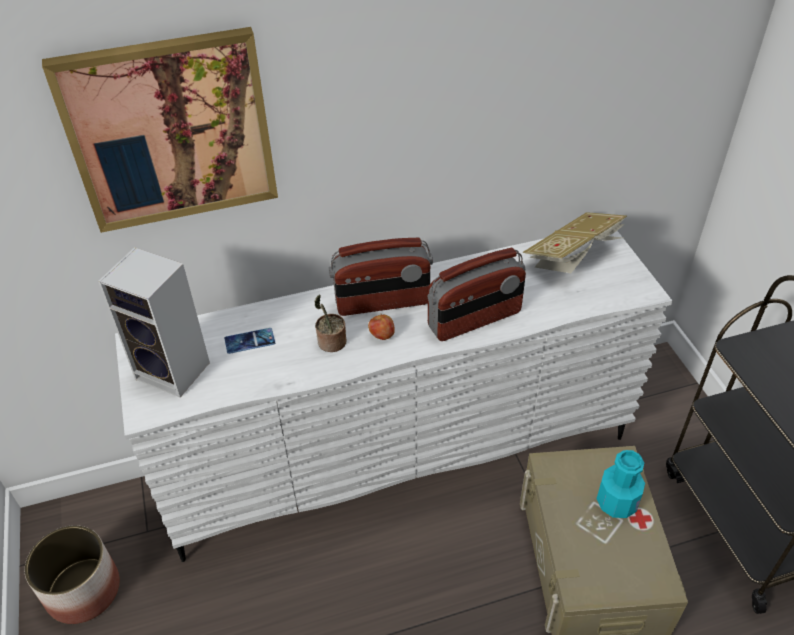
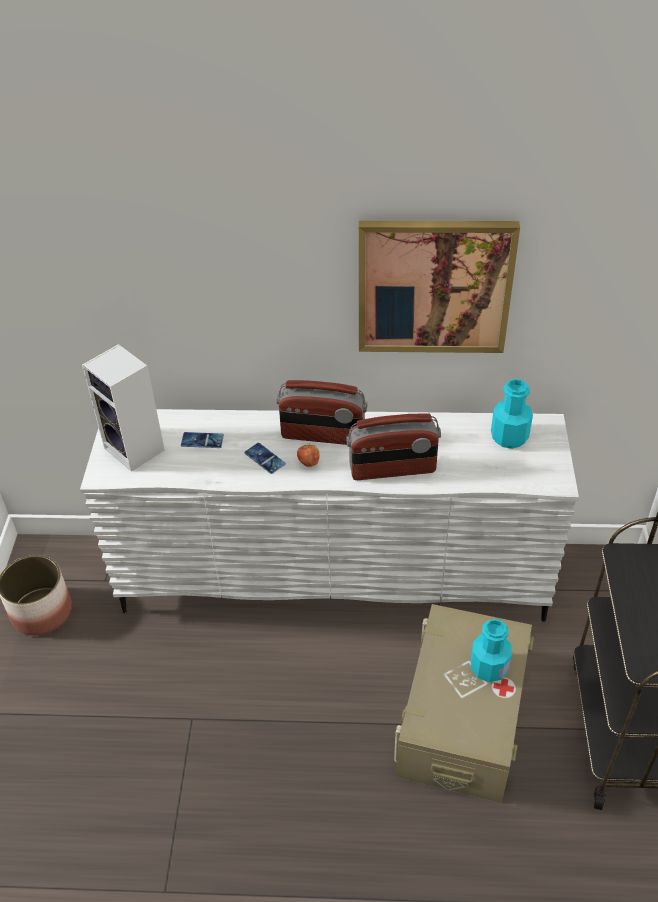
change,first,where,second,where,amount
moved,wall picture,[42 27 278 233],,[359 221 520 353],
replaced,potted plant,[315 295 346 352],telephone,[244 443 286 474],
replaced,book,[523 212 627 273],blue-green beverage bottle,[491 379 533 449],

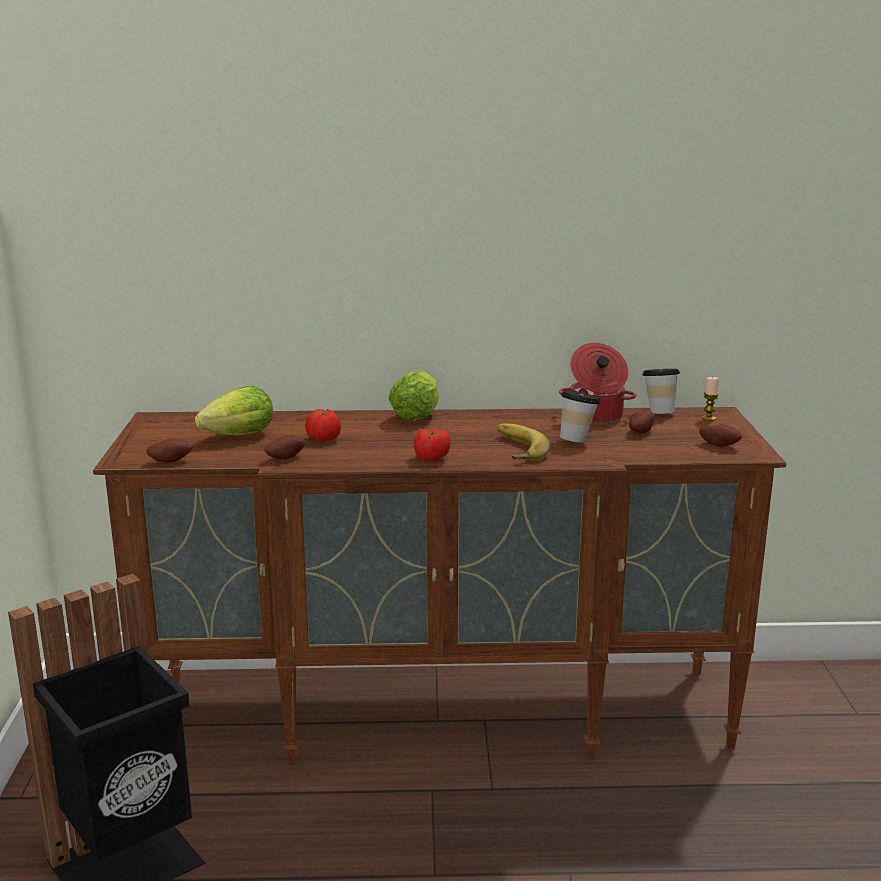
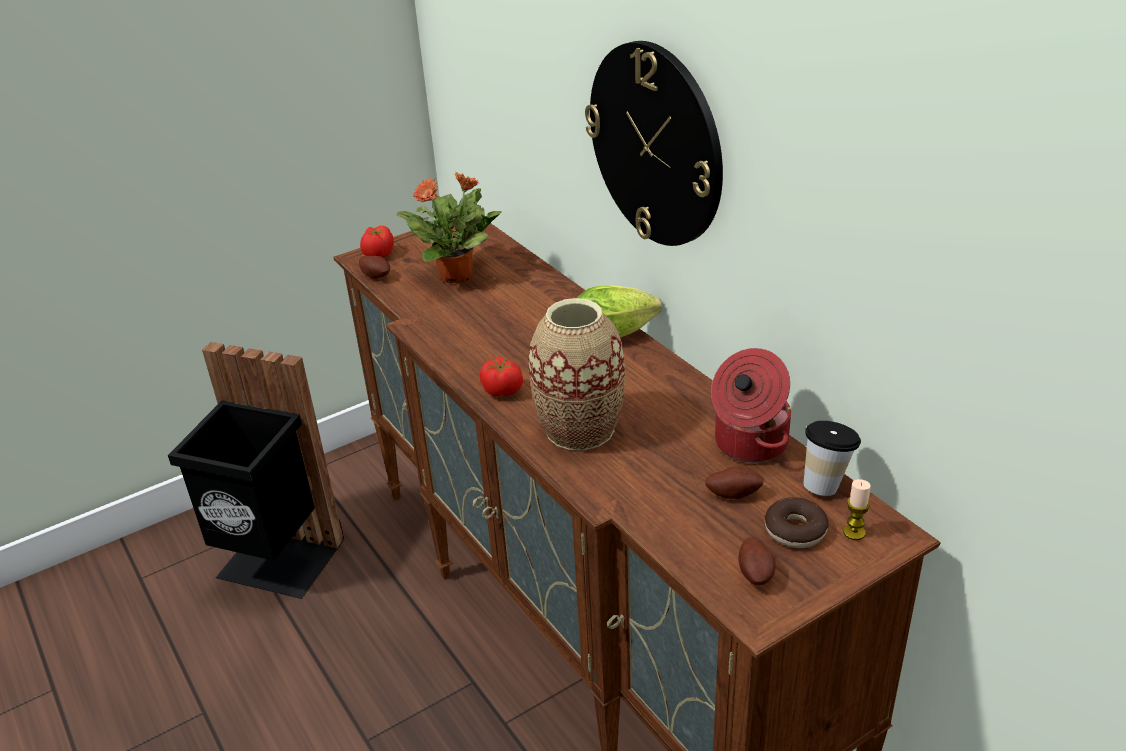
change,first,where,second,where,amount
replaced,lettuce,[195 386 273 435],potted plant,[396 172 501 284],
removed,whole potato,[264 435 305 459],,,
moved,tomato,[305 409 341 442],,[360 226 394 258],
replaced,banana fruit,[497 424 550 461],vase,[528 298 625 450],
removed,small cup,[560 391 601 443],,,
added,,,wall clock,[585 41 723 246],
added,,,doughnut,[765 497 829 548],

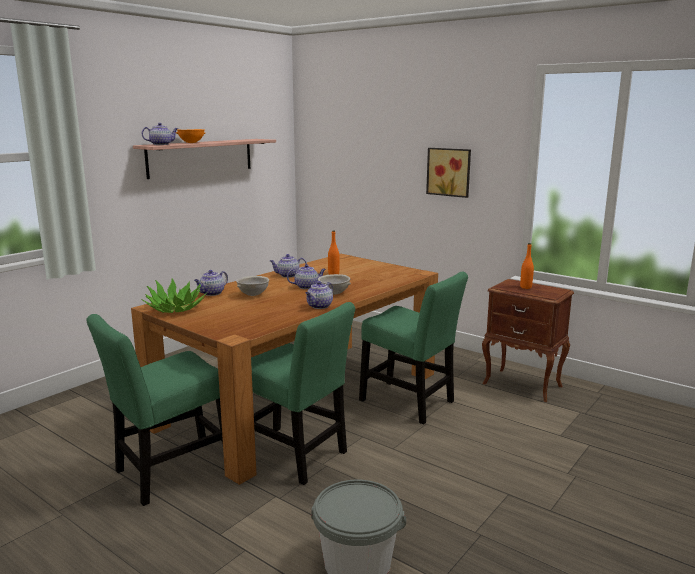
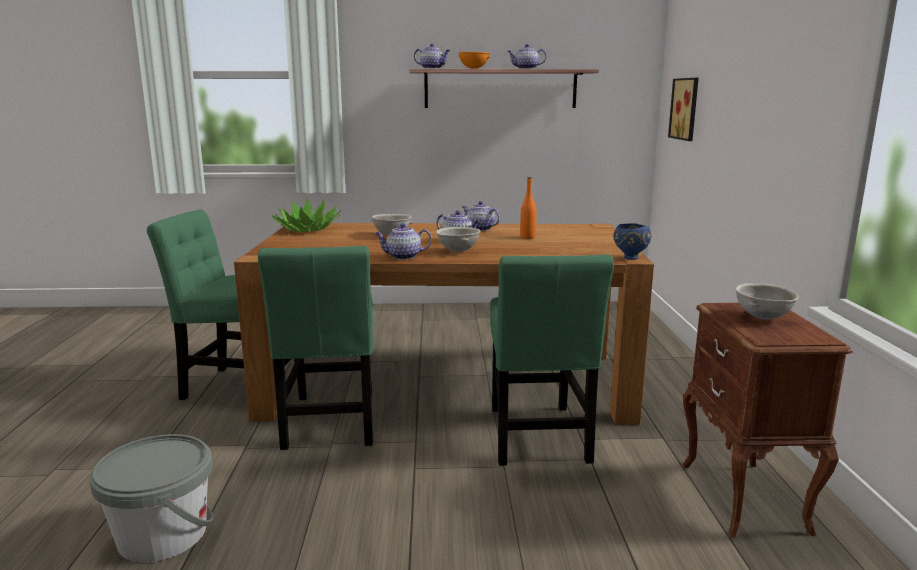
change,first,where,second,where,amount
moved,pot for tea,[194 270 228 296],,[508 44 547 69],
moved,wall picture,[426 148 471 198],,[668 78 699 141],
replaced,orangey beverage bottle,[520 243 534 289],grey serving bowl,[735 283 799 320],
added,,,bluish serving bowl,[613 223 652 260],

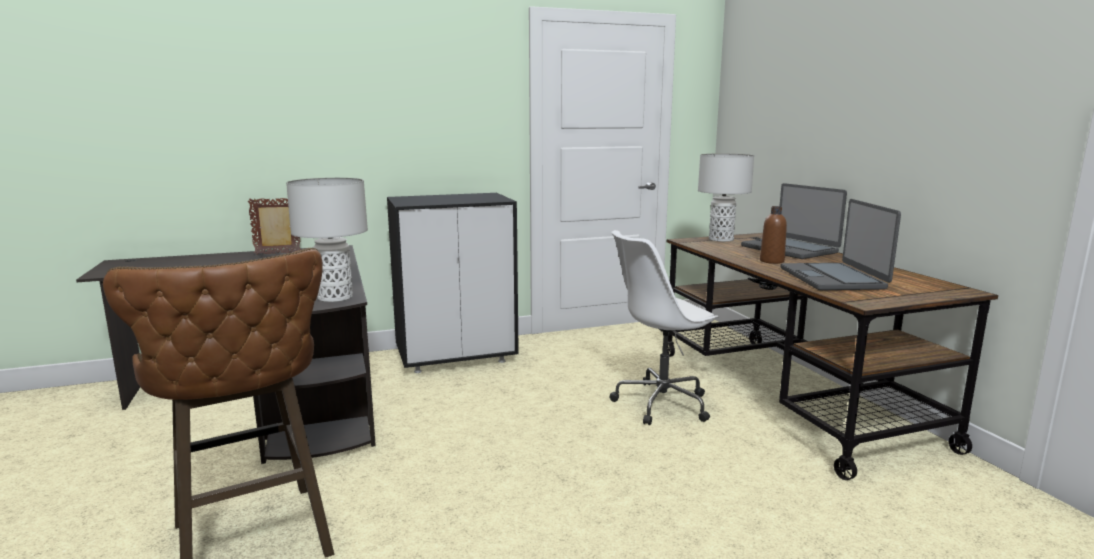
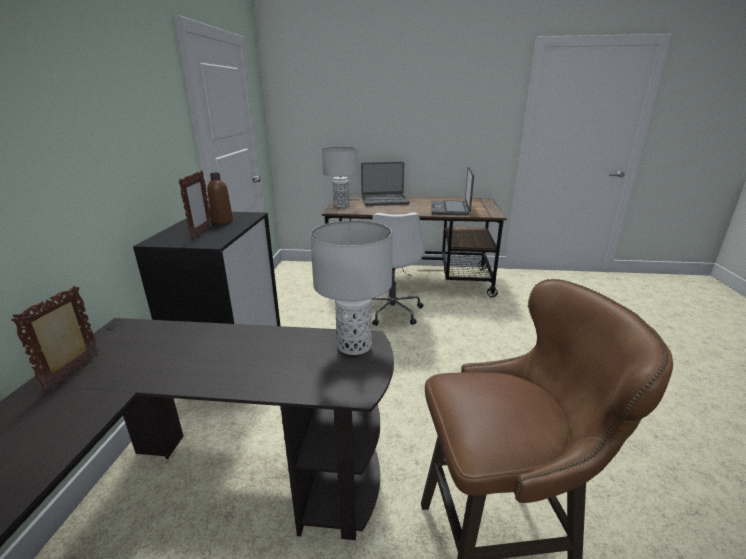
change,first,where,second,where,amount
moved,brownish beverage bottle,[760 206 787 264],,[207 173 233 224],
turned,laptop,[780 199 901 290],,[431 167 474 215],75 degrees clockwise
added,,,standing frame,[178 170 212 240],

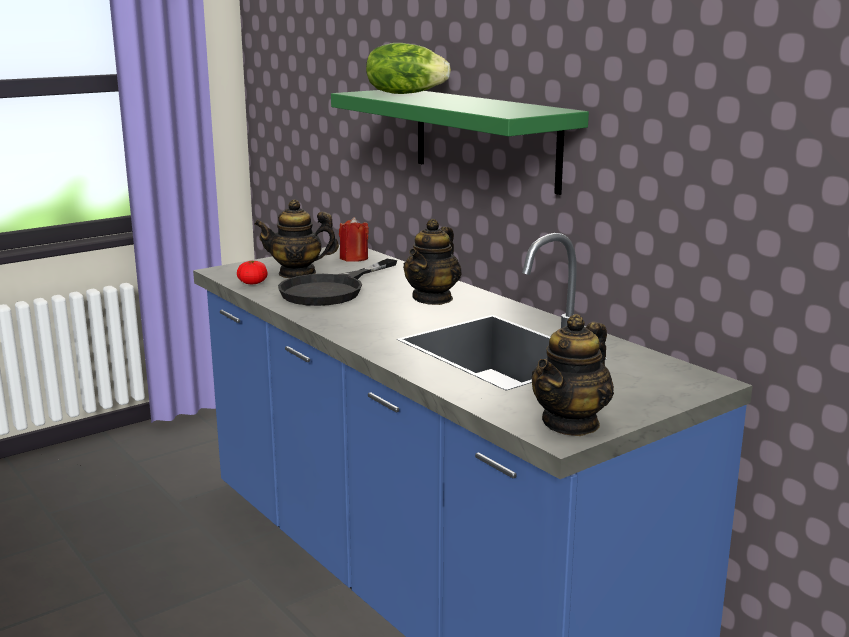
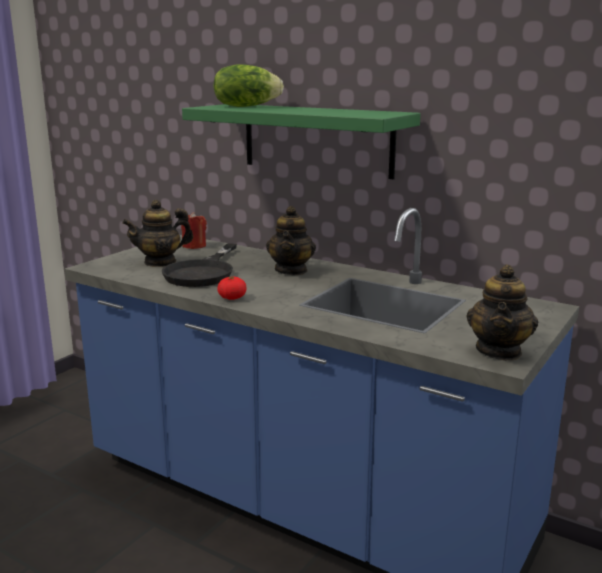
change,first,where,second,where,amount
moved,tomato,[237 260 267 284],,[217 277 247 300],

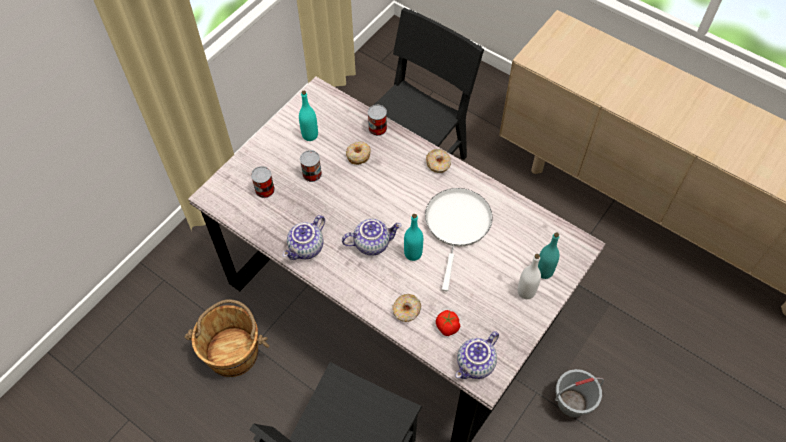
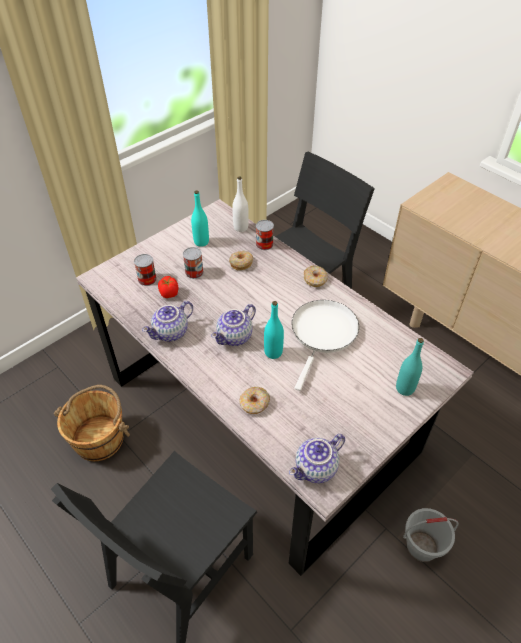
change,first,where,second,where,amount
turned,pot for tea,[342 219 402 256],,[211 304 256 346],135 degrees clockwise
moved,tomato,[436 310 460 336],,[158 276 179 298],
moved,white-coloured beverage bottle,[518 254 541 299],,[232 176 249 232],

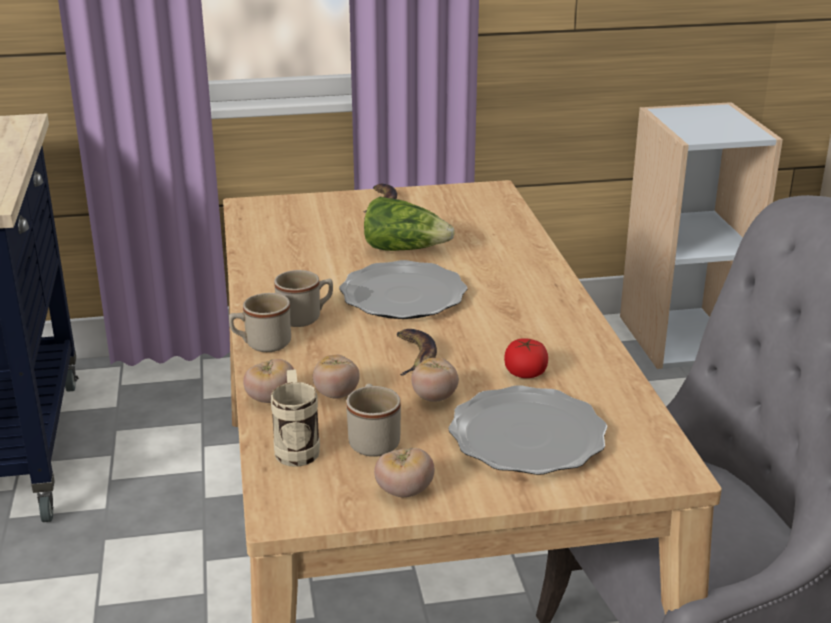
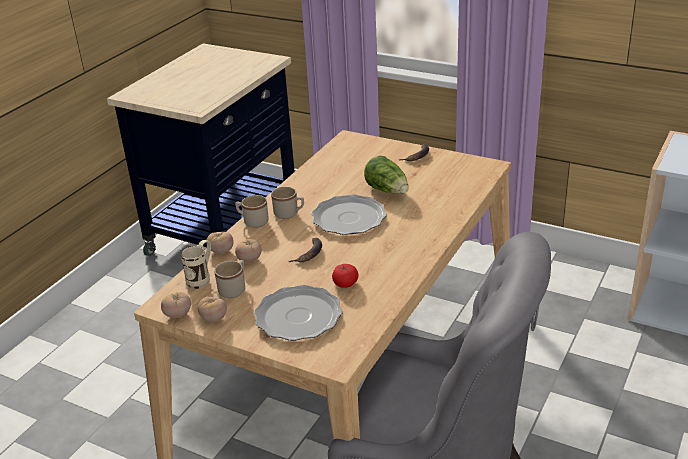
change,first,where,second,where,amount
moved,tomato,[411 358 459 402],,[161 292 191 318],

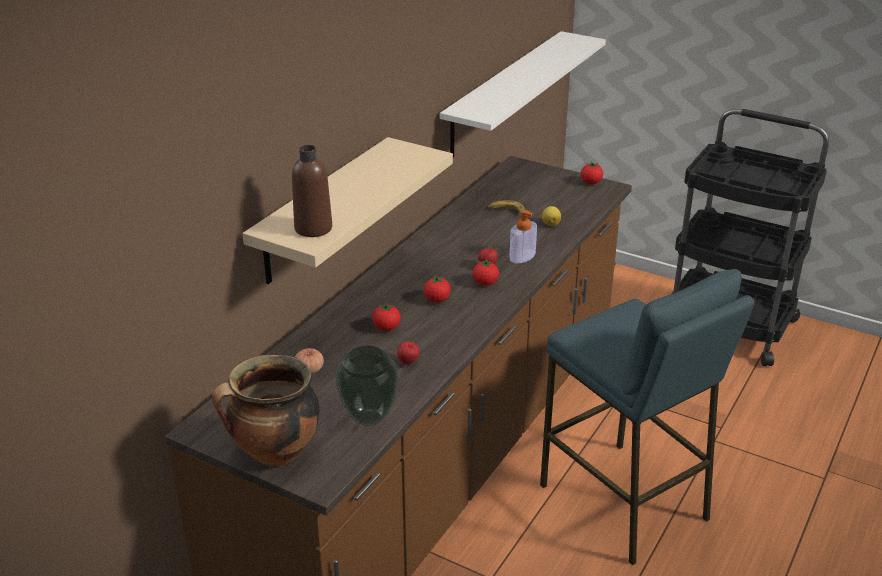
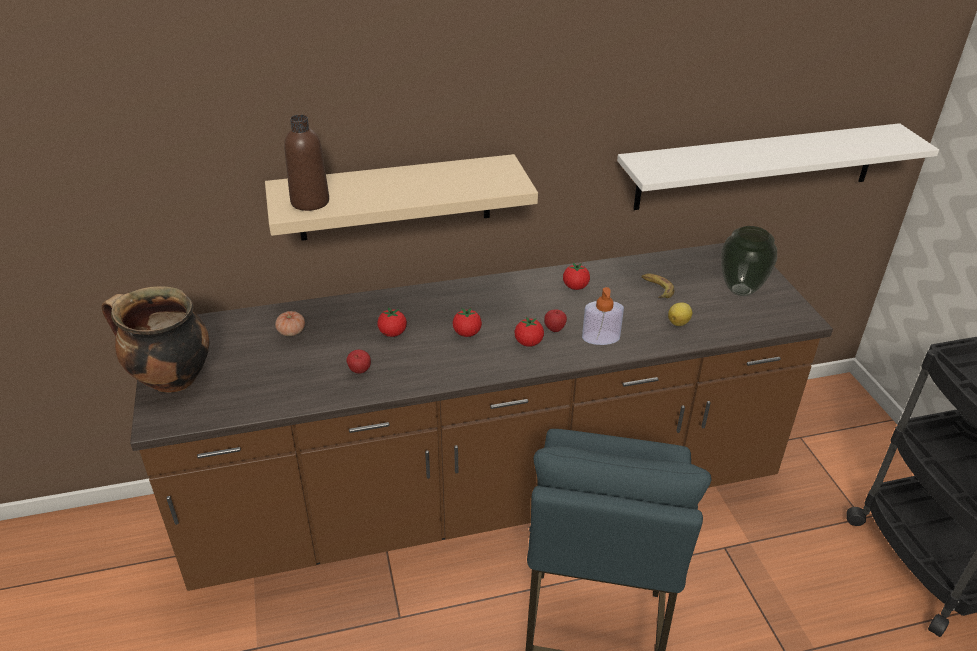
change,first,where,second,where,amount
moved,vase,[335 345 399 426],,[721 226 777 296],
moved,tomato,[581 162 603 184],,[563 263 590 290],

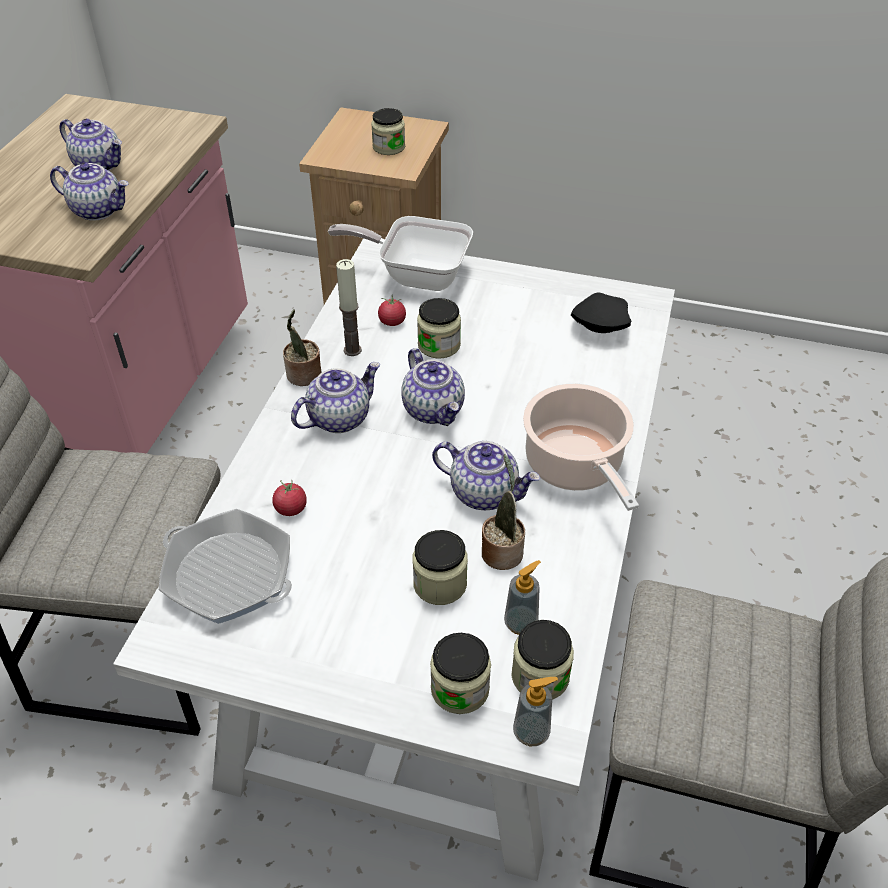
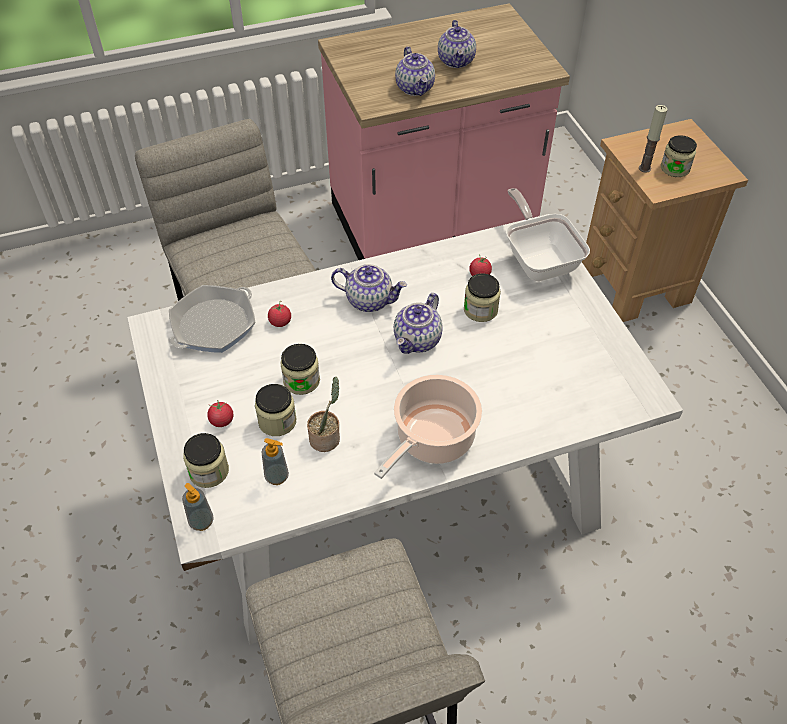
change,first,where,second,where,amount
turned,frying pan,[158 509 292 624],,[169 285 255 353],135 degrees counterclockwise
removed,potted plant,[283 309 322 386],,,
moved,wax candle,[336 259 362 356],,[639 105 668 173],
removed,pot for tea,[432 441 540 510],,,
moved,preserve jar,[511 620 574 700],,[280 344 320 395],
removed,black flat dish,[571 292 631 333],,,
added,,,tomato,[207 400 233 427],

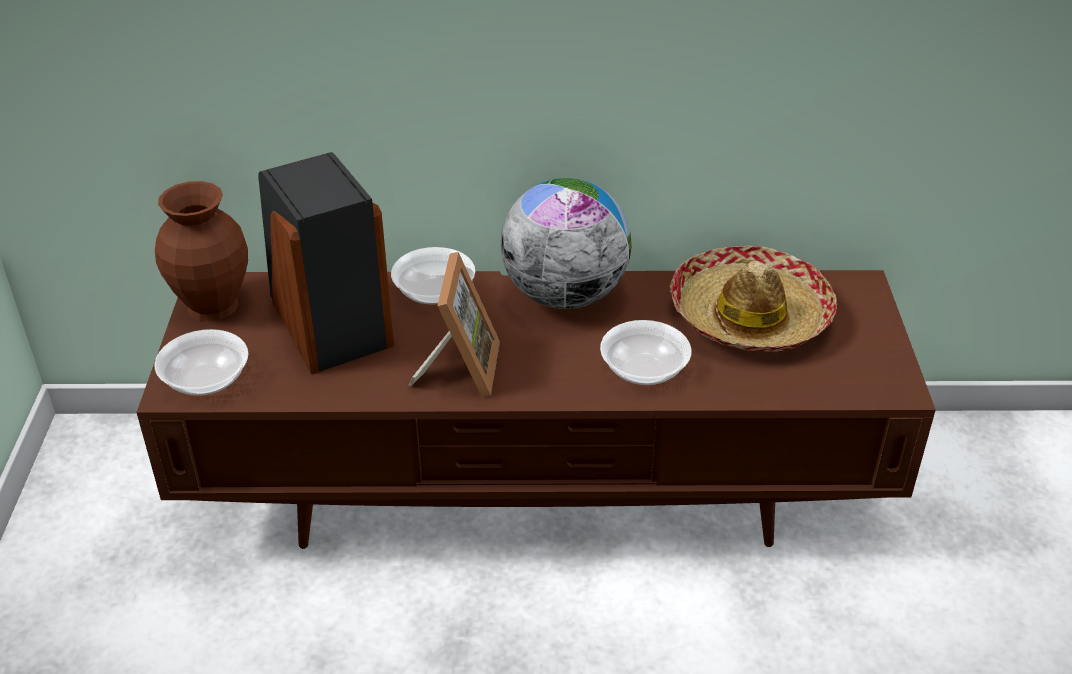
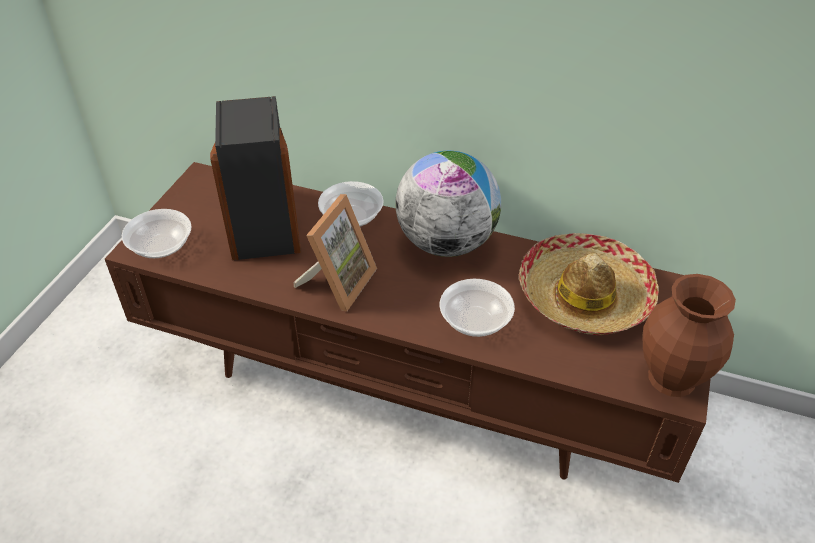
change,first,where,second,where,amount
moved,brownish vase,[155 181 248 322],,[642 274 736 397],

